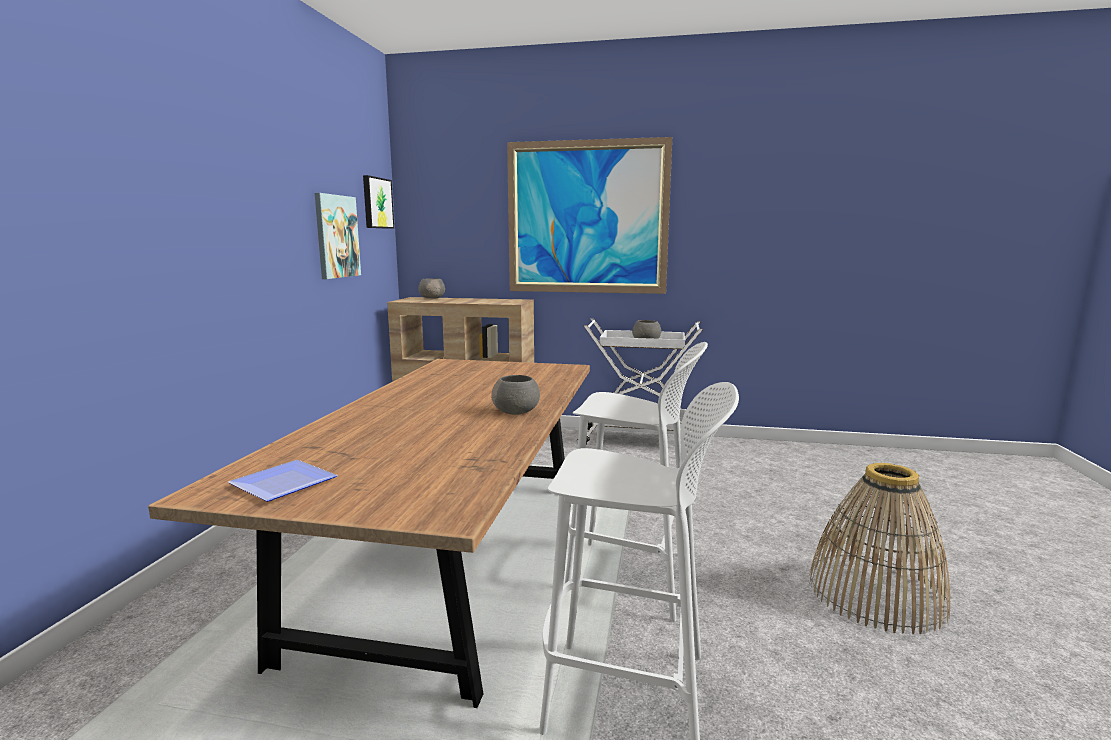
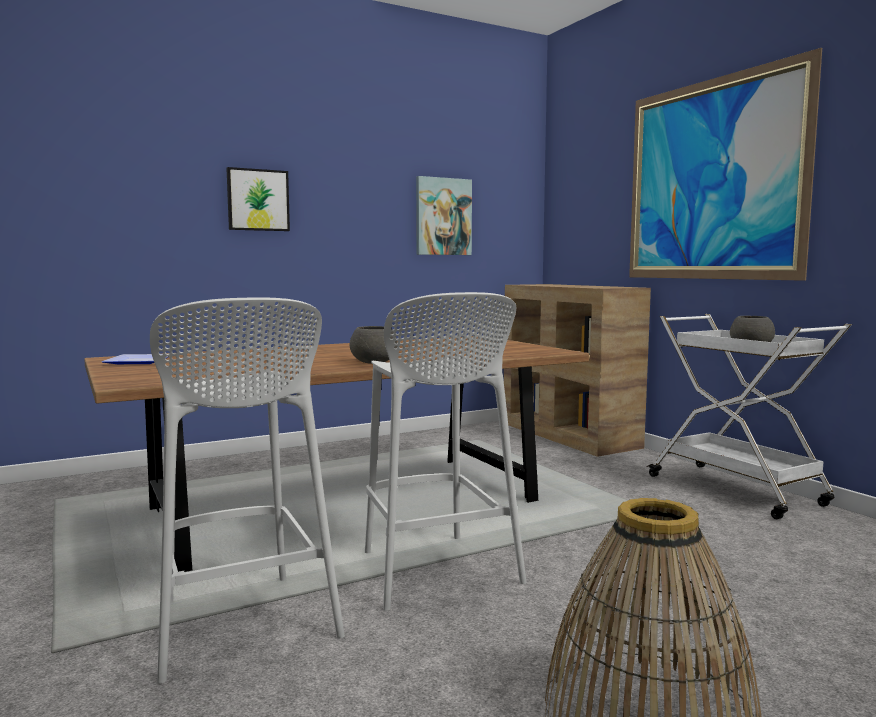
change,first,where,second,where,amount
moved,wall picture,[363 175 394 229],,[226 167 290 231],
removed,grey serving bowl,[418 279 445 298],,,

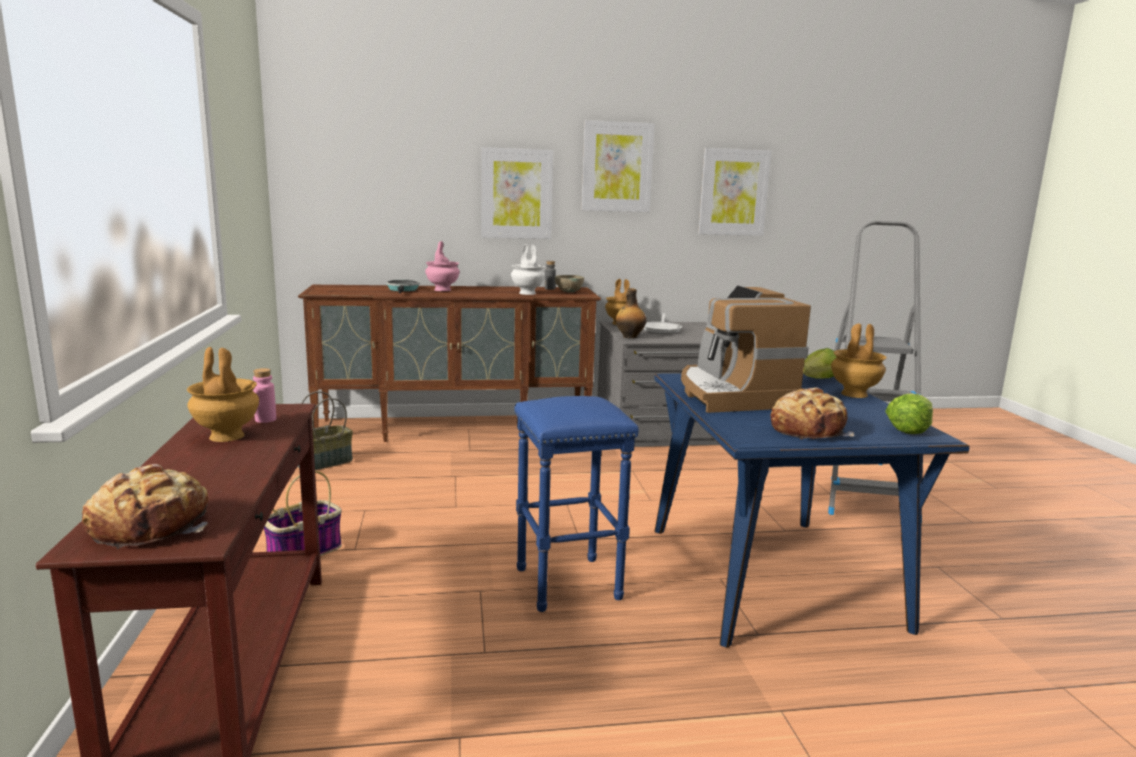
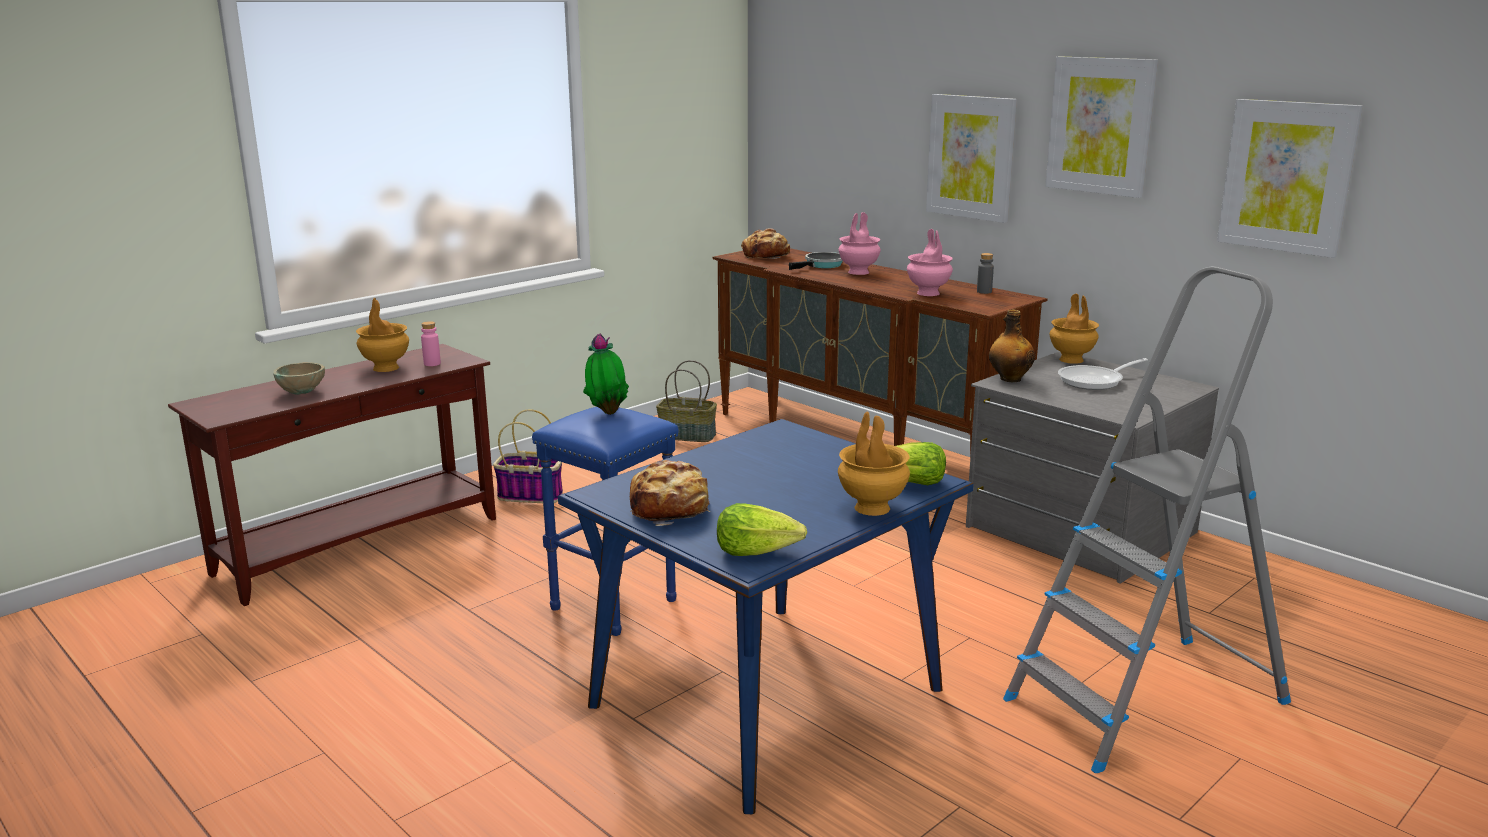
change,first,where,second,where,amount
moved,bread,[82 464 208 549],,[741 228 790 259],
recoloured,white-coloured vase,[511 244 545 295],pinkish vase,[907 229 953 296],
moved,beige-coloured serving bowl,[555 275 584 293],,[273 362 325 395],
removed,coffee maker,[681 286 811 413],,,
added,,,potted plant,[583 334 629 415],

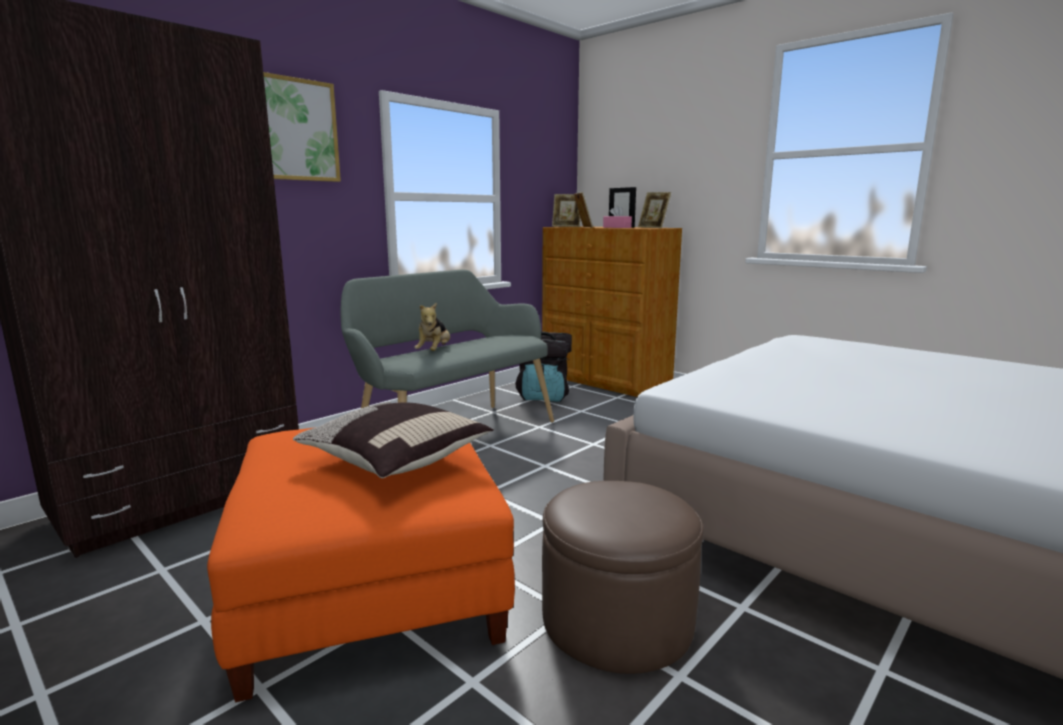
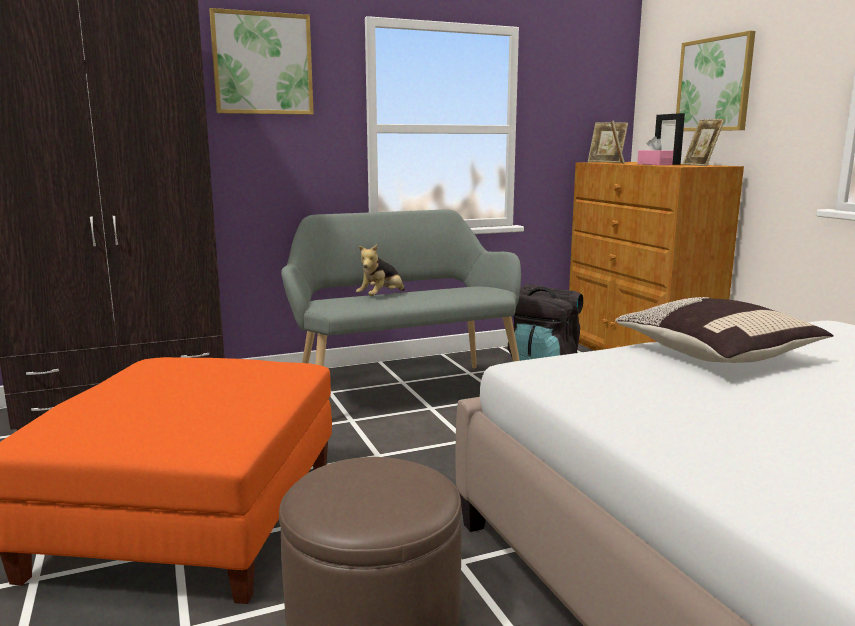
change,first,where,second,where,amount
moved,pillow,[293 401 494 478],,[615 297 834 363],
added,,,wall picture,[676 31 755 131],

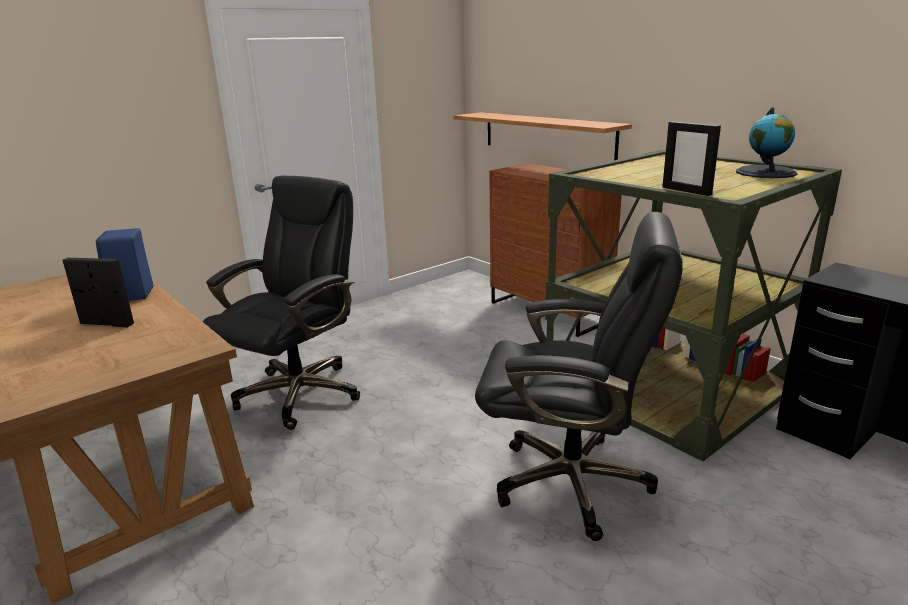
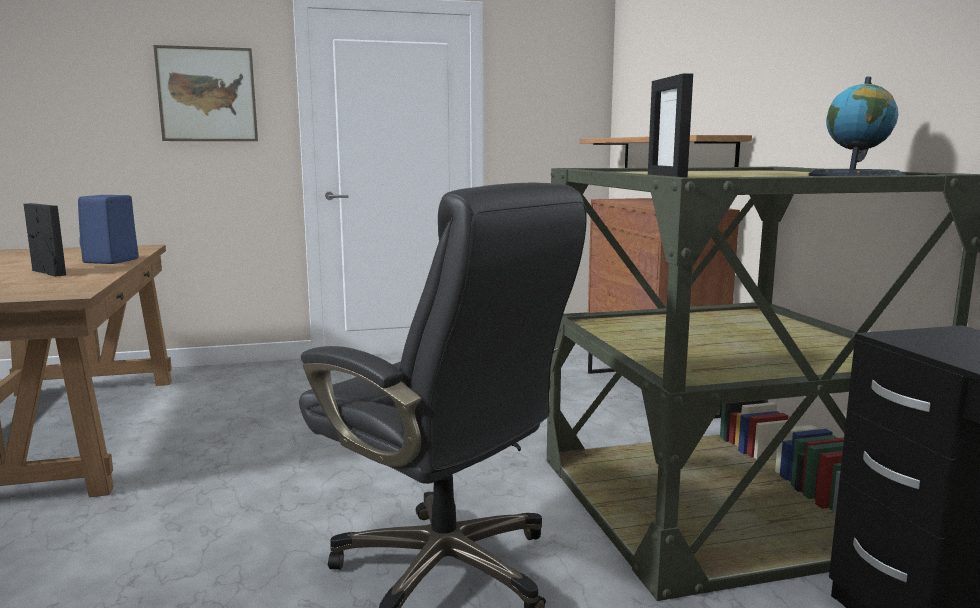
change,first,where,second,where,amount
removed,black office chair,[203 176 360 430],,,
added,,,wall picture,[153 45 258 141],

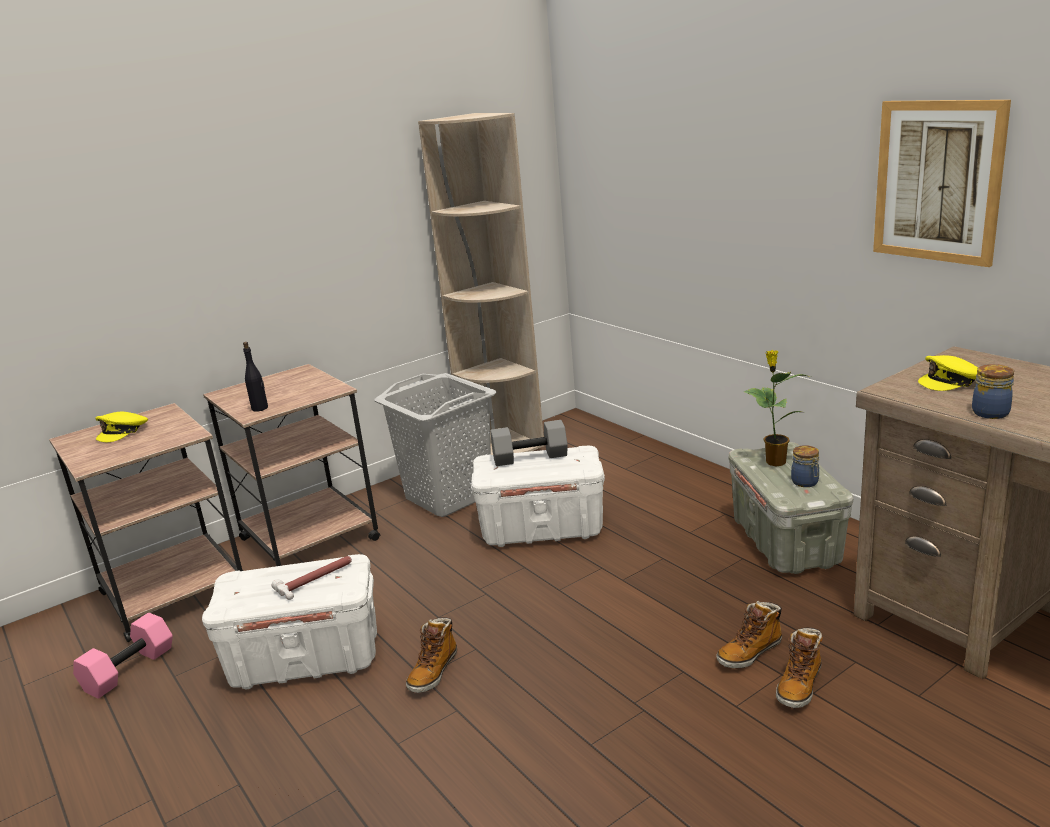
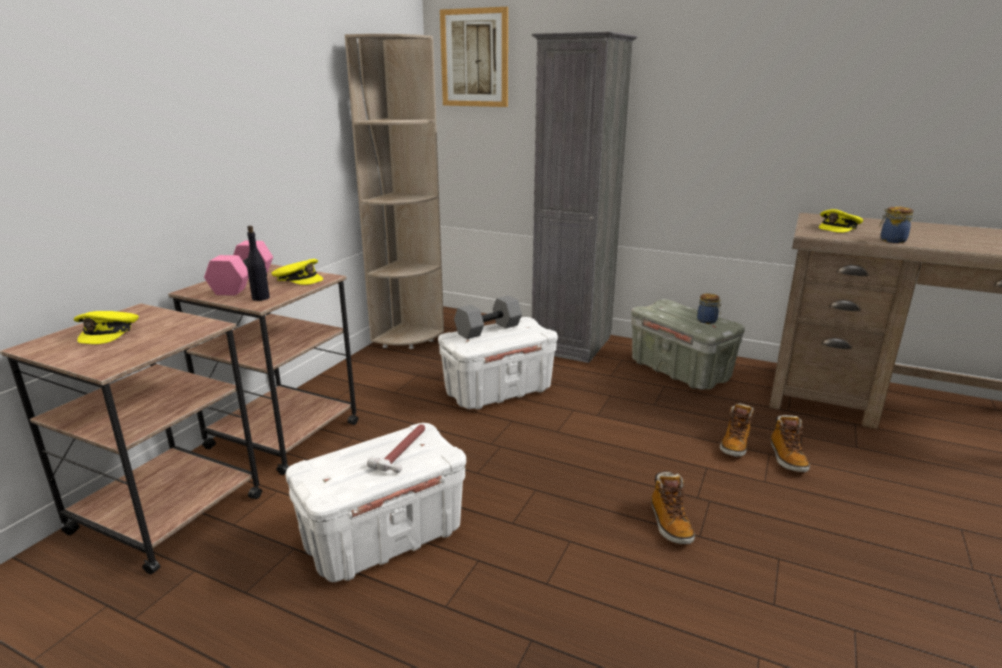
change,first,where,second,where,amount
moved,pinkish dumbbell,[73 613 173 699],,[204 241 273 296],
removed,grey washing basket,[374 373 497 517],,,
moved,high-top boot,[406 617 457 693],,[651 471 695 544],
removed,potted plant,[743 350 811 466],,,
moved,wall picture,[873 100 1011 267],,[440 7 508 107],
added,,,yellow-coloured cap,[272 259 323 285],
added,,,grey storage cabinet,[532 32 637 363],

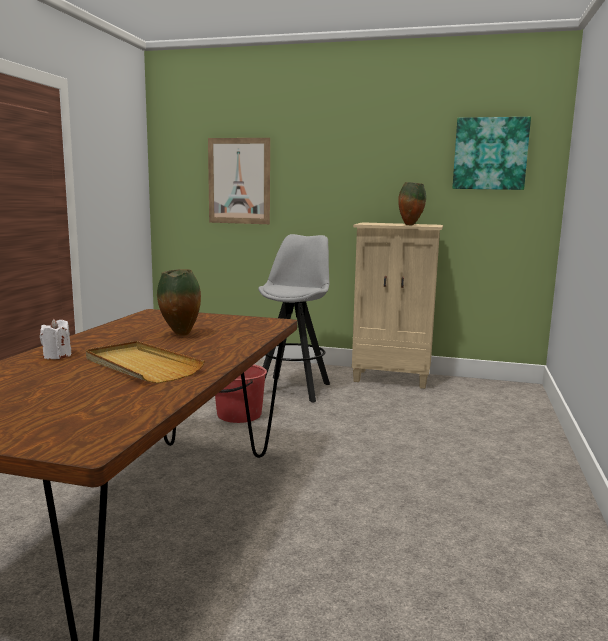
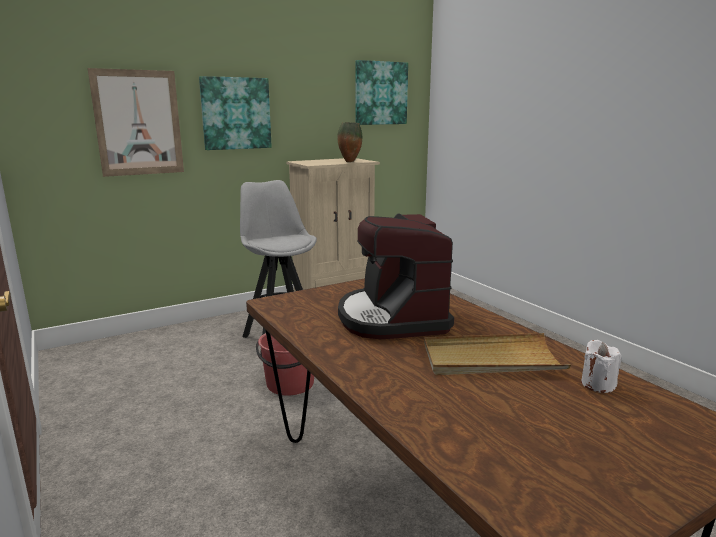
change,first,where,second,where,amount
moved,white-coloured wax candle,[40 319 71 359],,[581 340 621 393],
replaced,vase,[157 269 201 336],coffee maker,[338 213 454 339],
added,,,wall picture,[199 76 272 150],

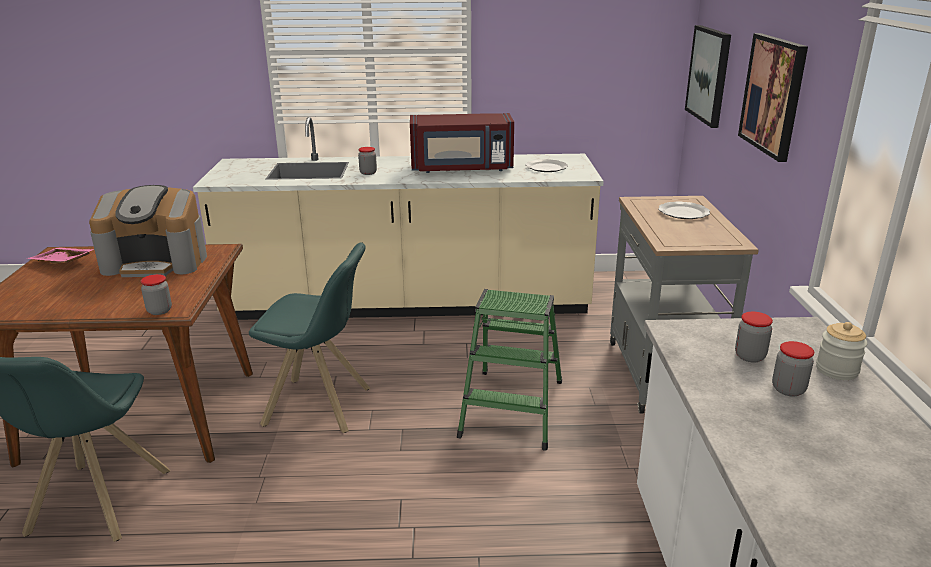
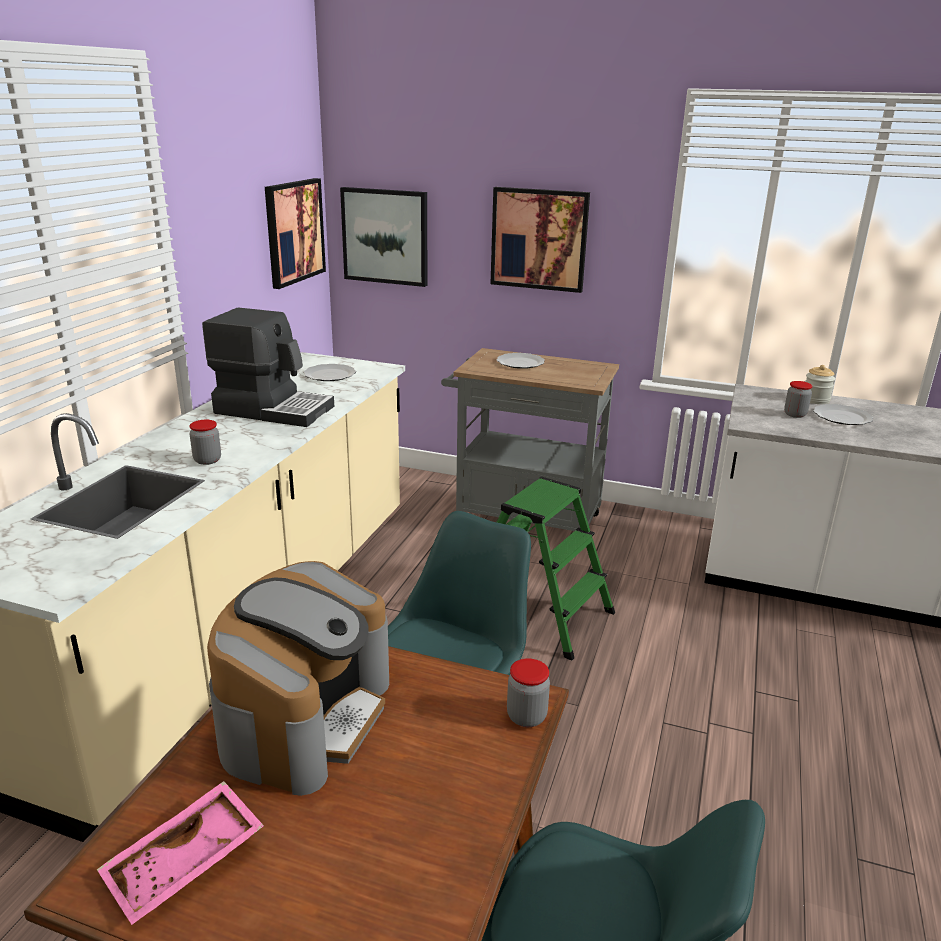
change,first,where,second,where,amount
replaced,red-coloured kitchen microwave,[410 113 514 173],coffee maker,[202 307 334 427],
replaced,preserve jar,[772 341 814 397],flat dish,[813 404 873 425],
added,,,wall picture,[265 178 326 289],

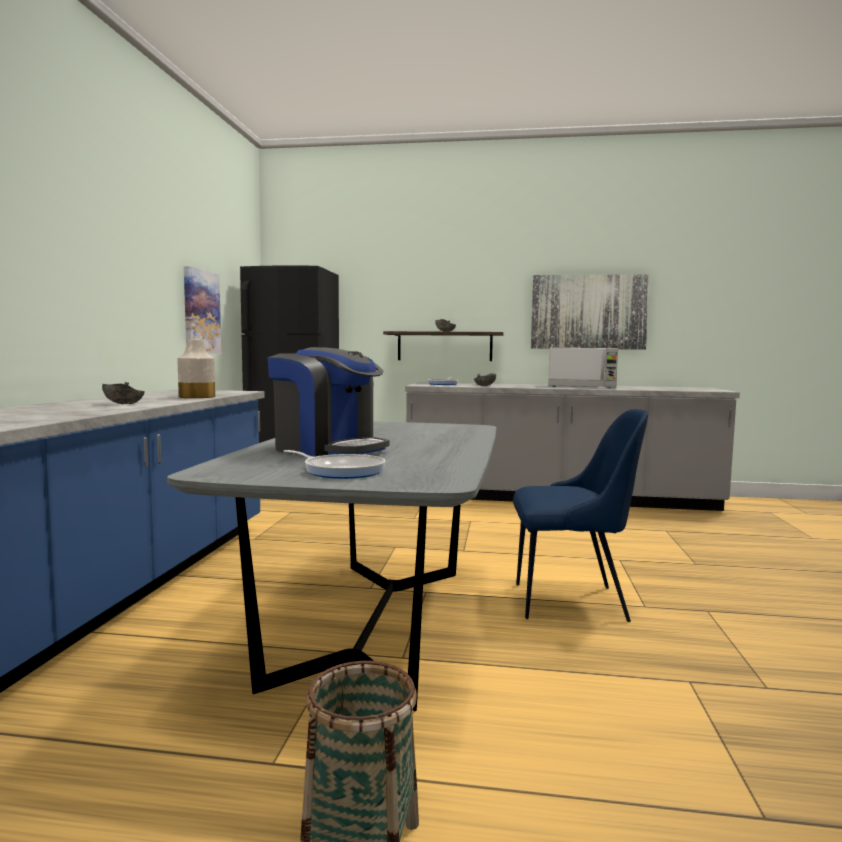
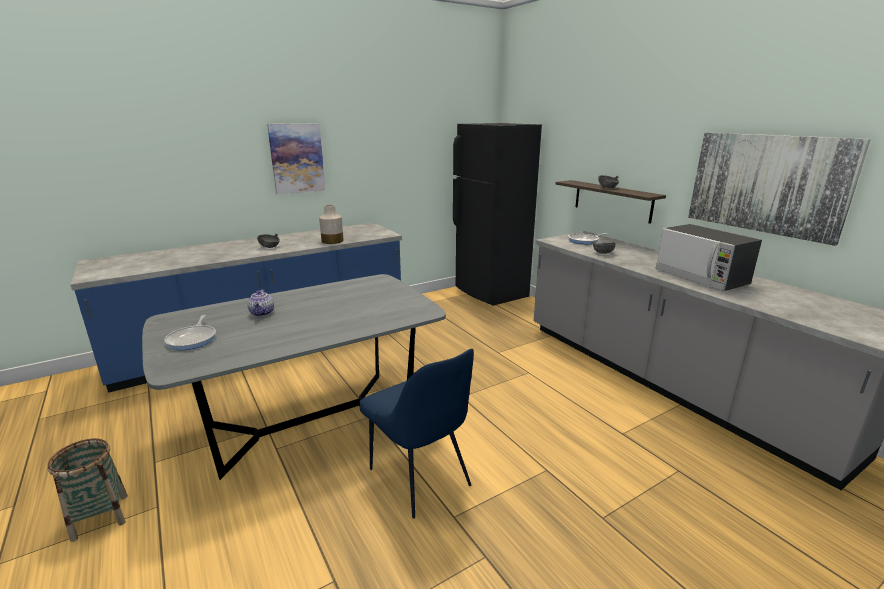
change,first,where,second,where,amount
moved,wall picture,[184 266 221 353],,[267 123 325 194],
replaced,coffee maker,[268 347 390 457],pot for tea,[247 289 274 317],

